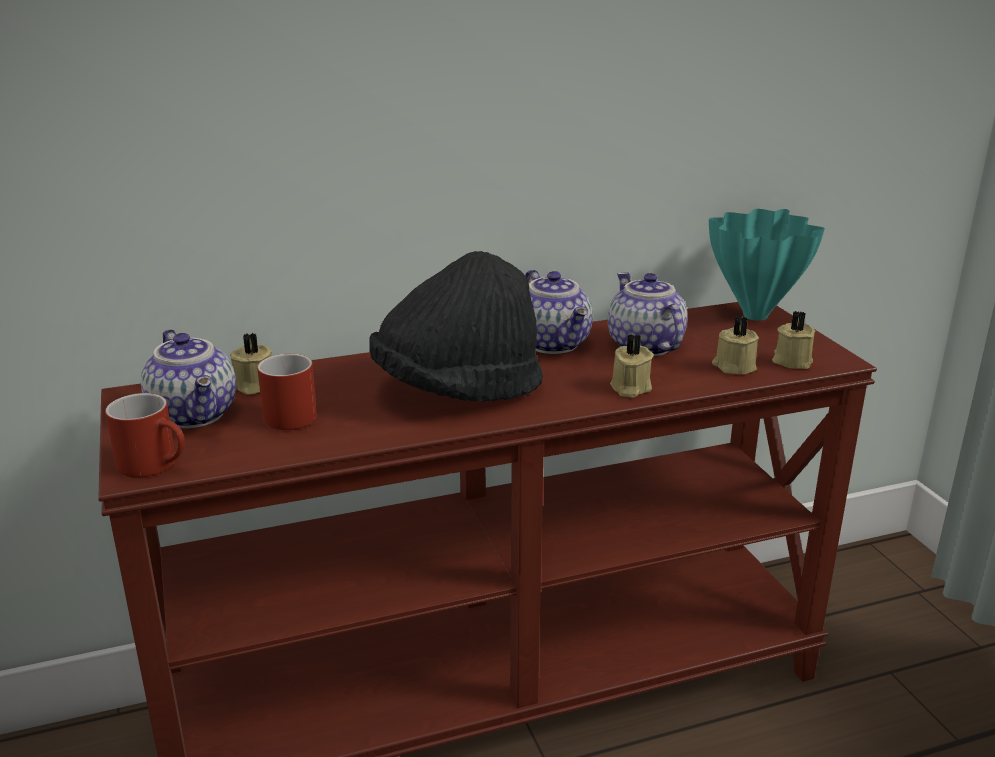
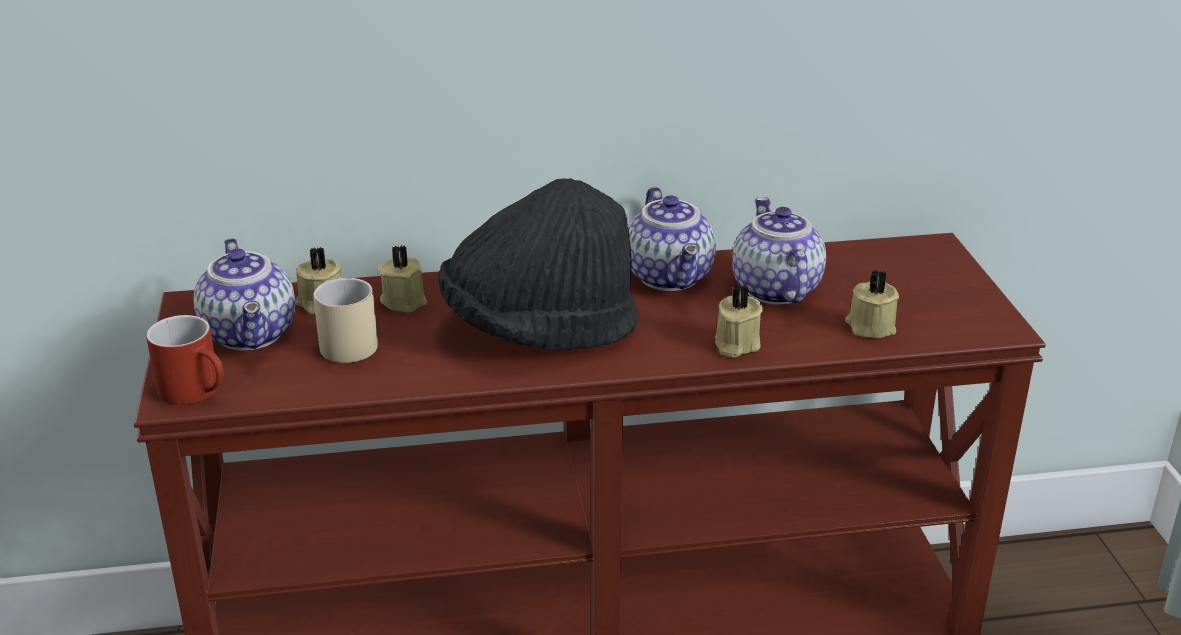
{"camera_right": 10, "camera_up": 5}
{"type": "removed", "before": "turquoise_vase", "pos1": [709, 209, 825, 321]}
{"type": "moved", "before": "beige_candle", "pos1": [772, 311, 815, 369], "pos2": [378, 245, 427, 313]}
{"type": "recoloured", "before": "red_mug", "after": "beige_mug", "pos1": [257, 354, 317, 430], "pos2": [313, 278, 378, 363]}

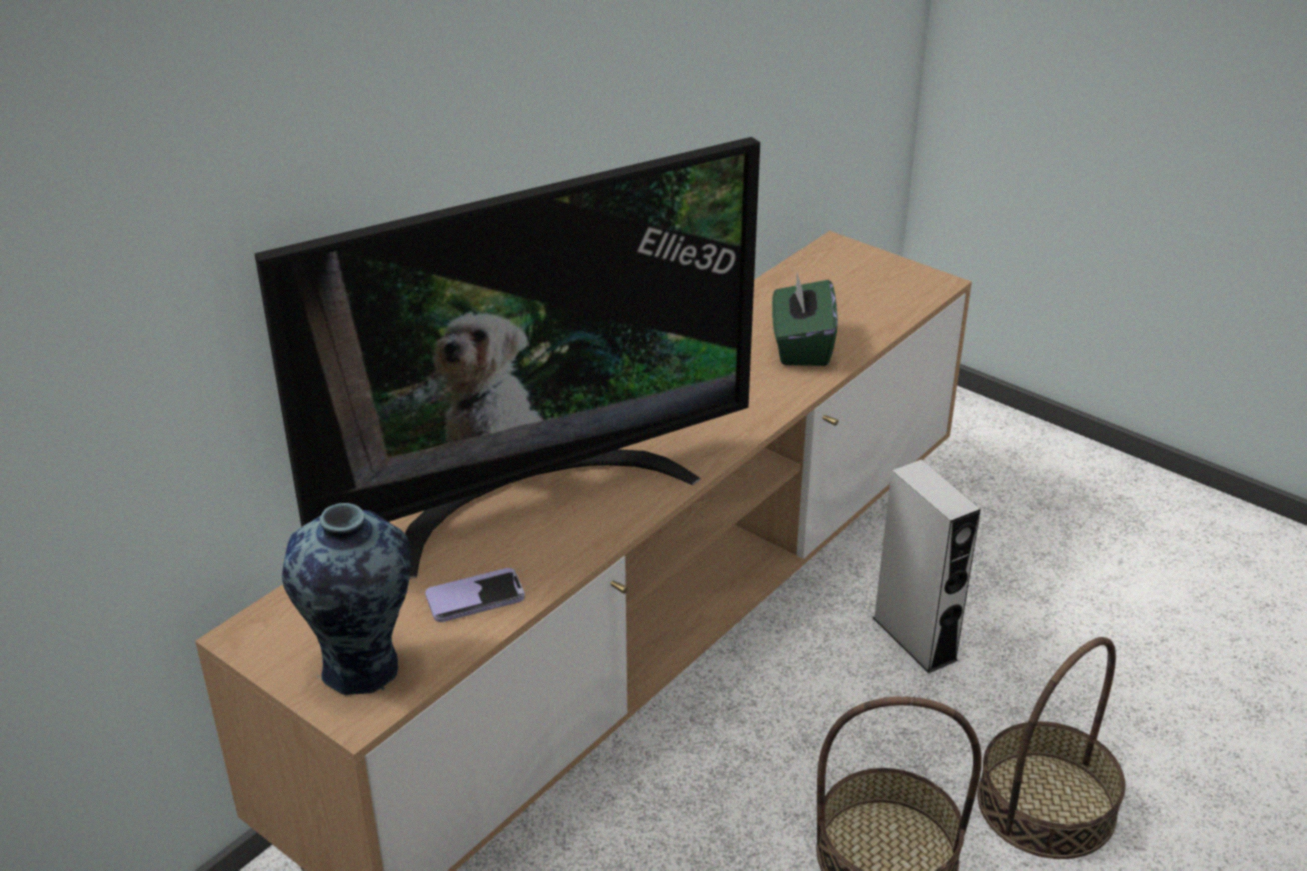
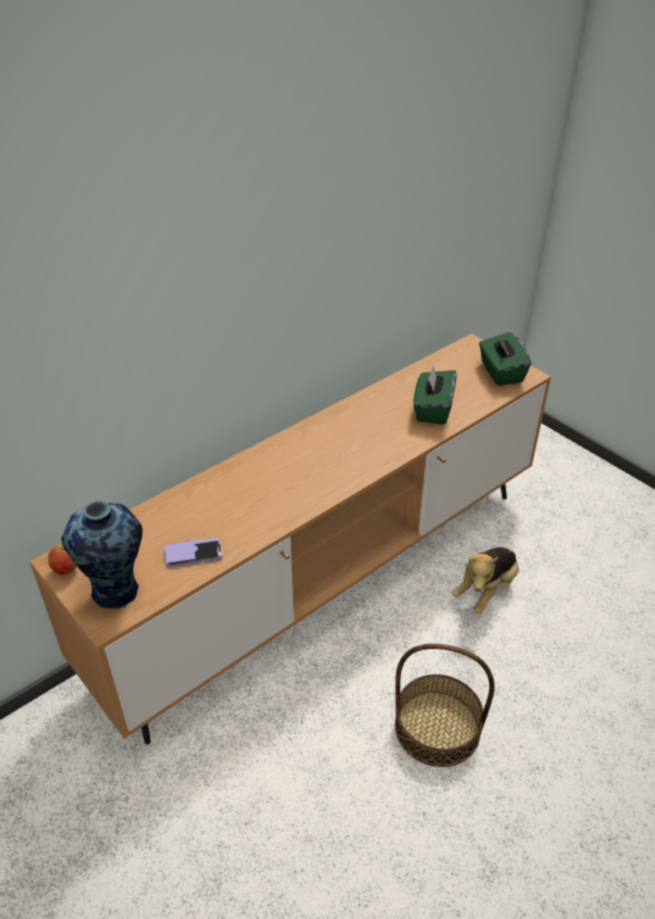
{"camera_right": 10, "camera_up": 5}
{"type": "removed", "before": "television", "pos1": [254, 137, 760, 579]}
{"type": "removed", "before": "basket", "pos1": [977, 637, 1126, 859]}
{"type": "added", "after": "apple", "pos2": [48, 544, 77, 576]}
{"type": "added", "after": "green_tissue_box", "pos2": [479, 331, 531, 386]}
{"type": "replaced", "before": "grey_speaker", "after": "plush_toy", "pos1": [873, 459, 981, 673], "pos2": [452, 547, 519, 614]}

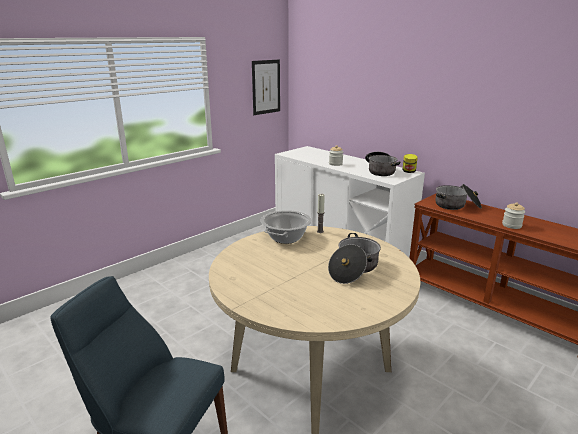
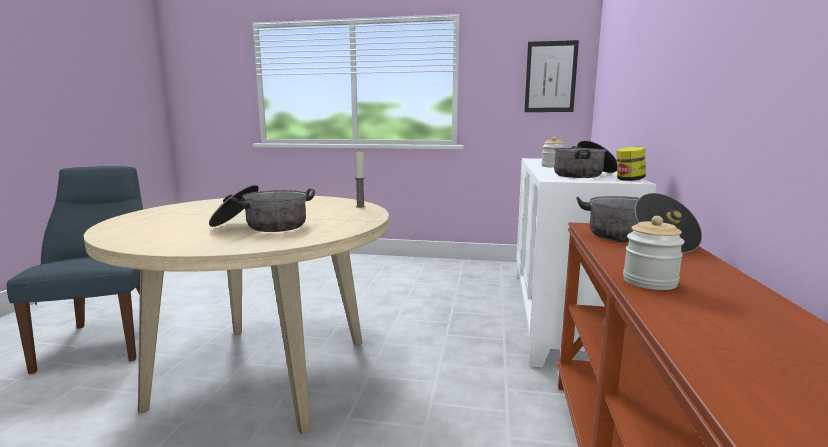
{"camera_right": 55, "camera_up": -10}
{"type": "removed", "before": "cooking_pot", "pos1": [261, 210, 312, 244]}

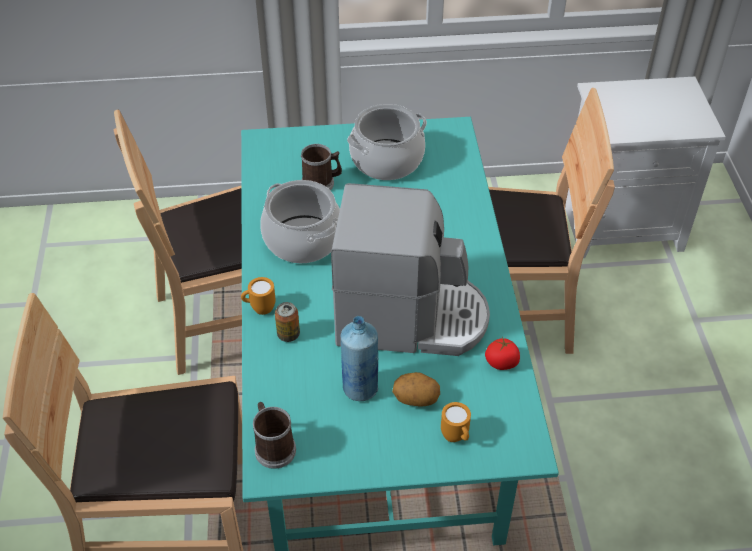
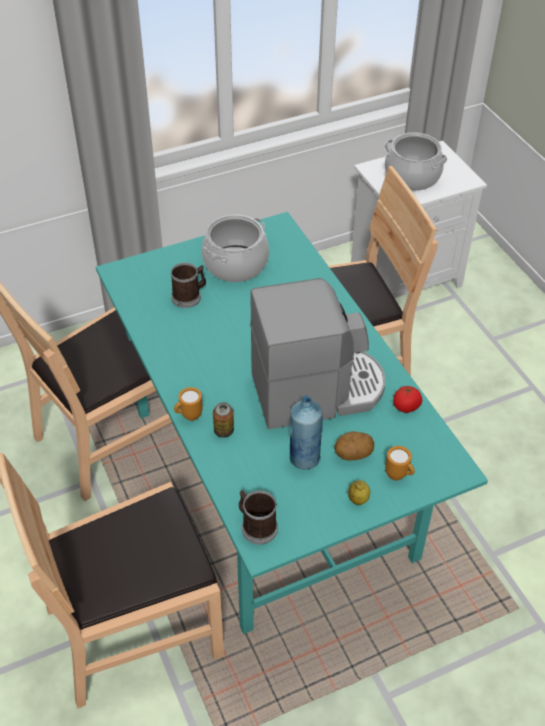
{"camera_right": -20, "camera_up": 0}
{"type": "added", "after": "lemon", "pos2": [348, 480, 370, 505]}
{"type": "moved", "before": "cooking_pot", "pos1": [260, 180, 340, 263], "pos2": [384, 133, 448, 191]}

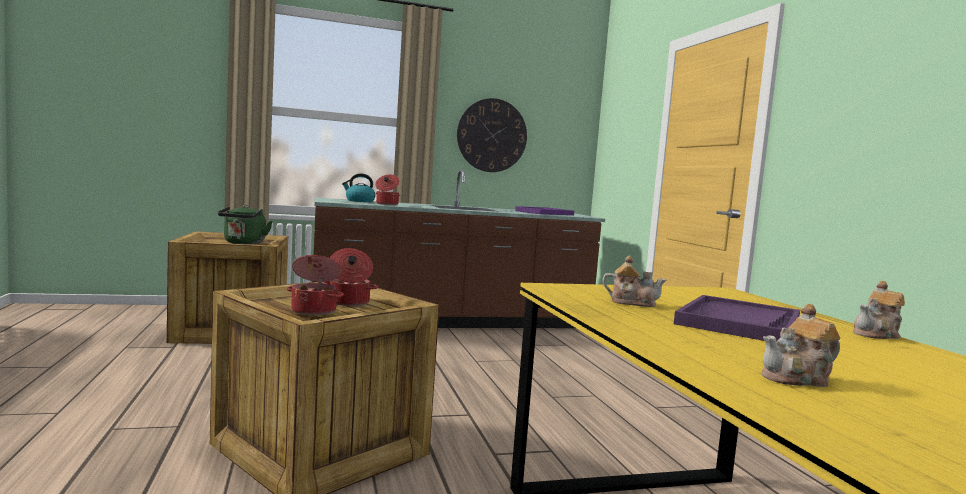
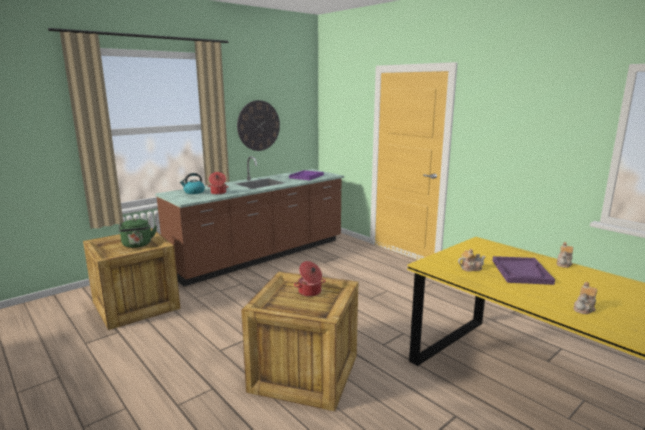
{"camera_right": -25, "camera_up": 10}
{"type": "removed", "before": "cooking_pot", "pos1": [287, 255, 344, 315]}

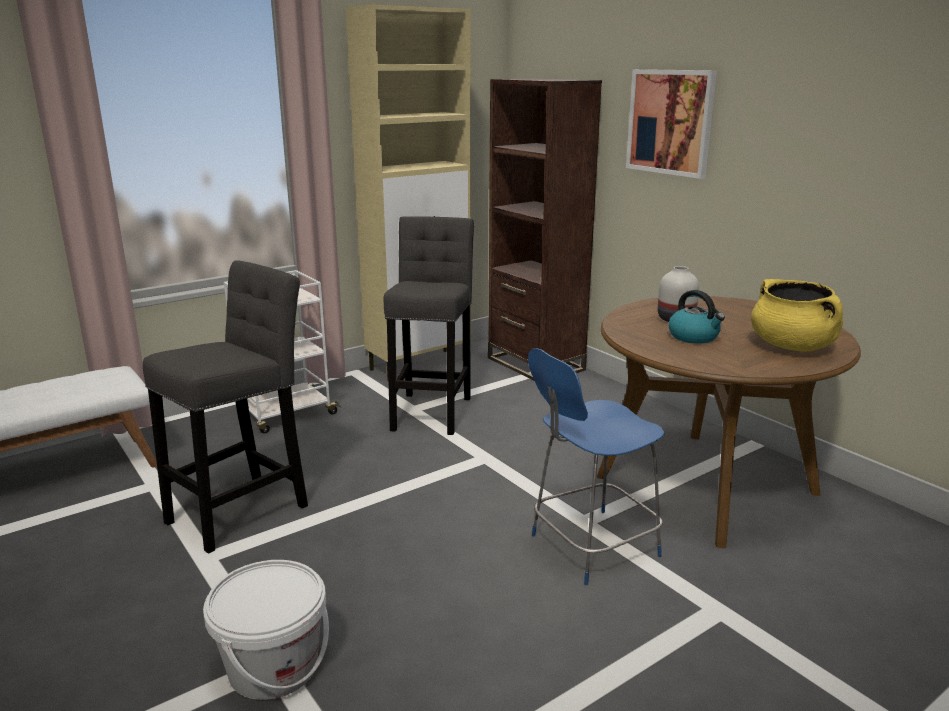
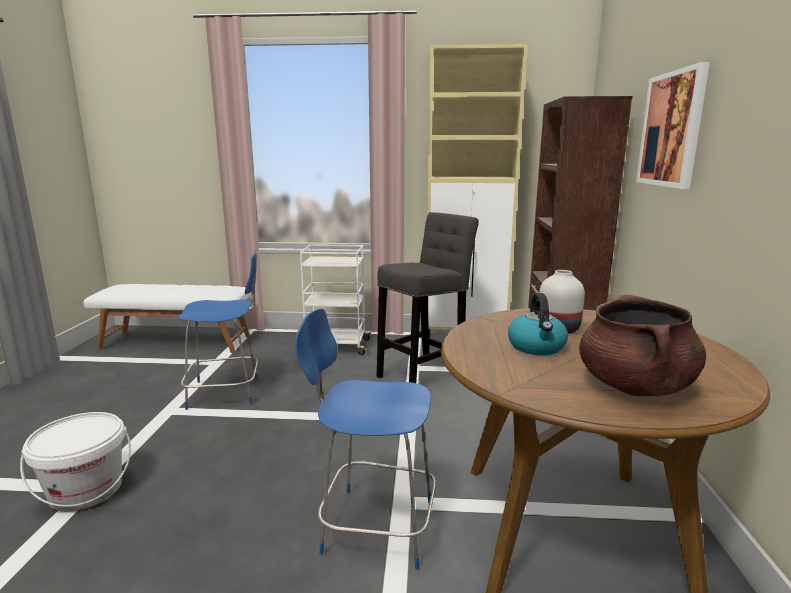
{"camera_right": 40, "camera_up": -5}
{"type": "replaced", "before": "grey_stool", "after": "blue_chair", "pos1": [143, 260, 308, 554], "pos2": [178, 251, 258, 410]}
{"type": "recoloured", "before": "yellow_cooking_pot", "after": "brown_cooking_pot", "pos1": [751, 279, 843, 352], "pos2": [579, 295, 706, 396]}

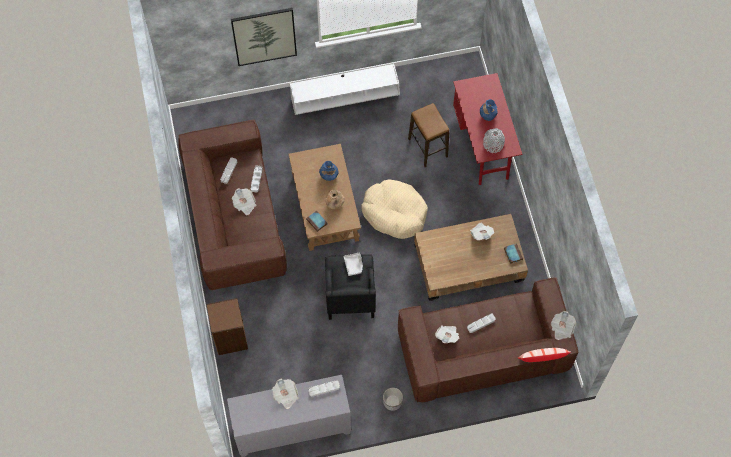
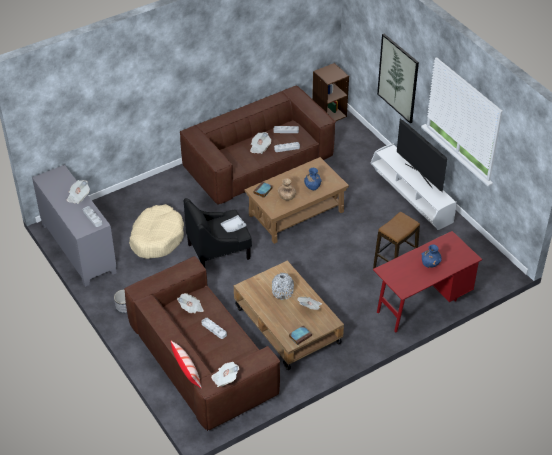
{"camera_right": 70, "camera_up": -20}
{"type": "added", "after": "television", "pos2": [397, 119, 447, 192]}
{"type": "moved", "before": "brown_bookcase", "pos1": [206, 298, 248, 355], "pos2": [312, 63, 349, 121]}
{"type": "moved", "before": "beige_dog_bed", "pos1": [361, 179, 428, 239], "pos2": [129, 204, 184, 259]}
{"type": "moved", "before": "grey_vase", "pos1": [483, 128, 505, 153], "pos2": [272, 273, 294, 300]}

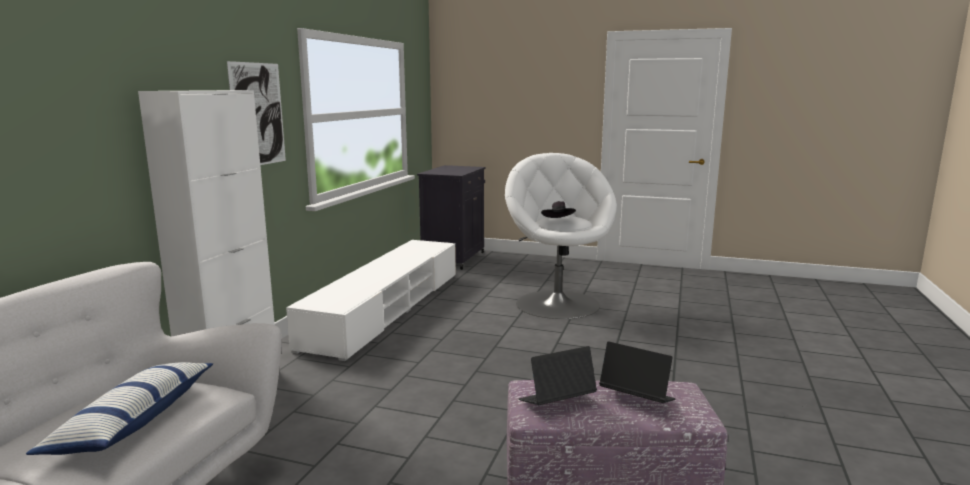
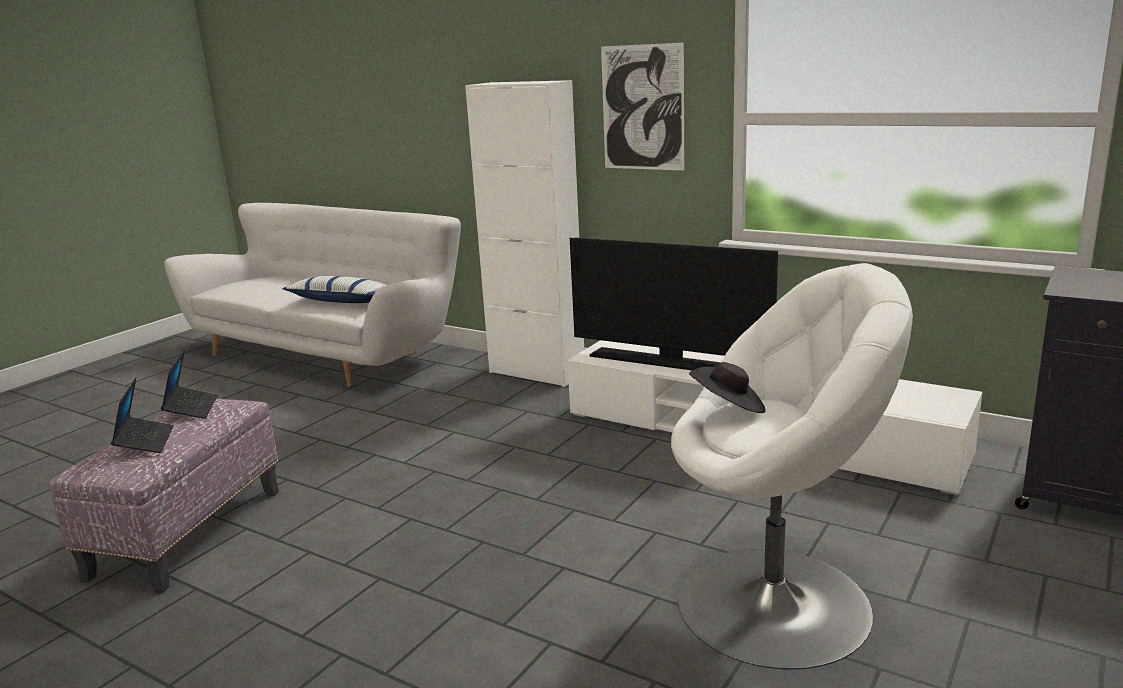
{"camera_right": 105, "camera_up": 5}
{"type": "added", "after": "television", "pos2": [570, 238, 778, 370]}
{"type": "turned", "before": "laptop", "pos1": [599, 341, 676, 403], "pos2": [111, 378, 174, 453], "turn": -60}

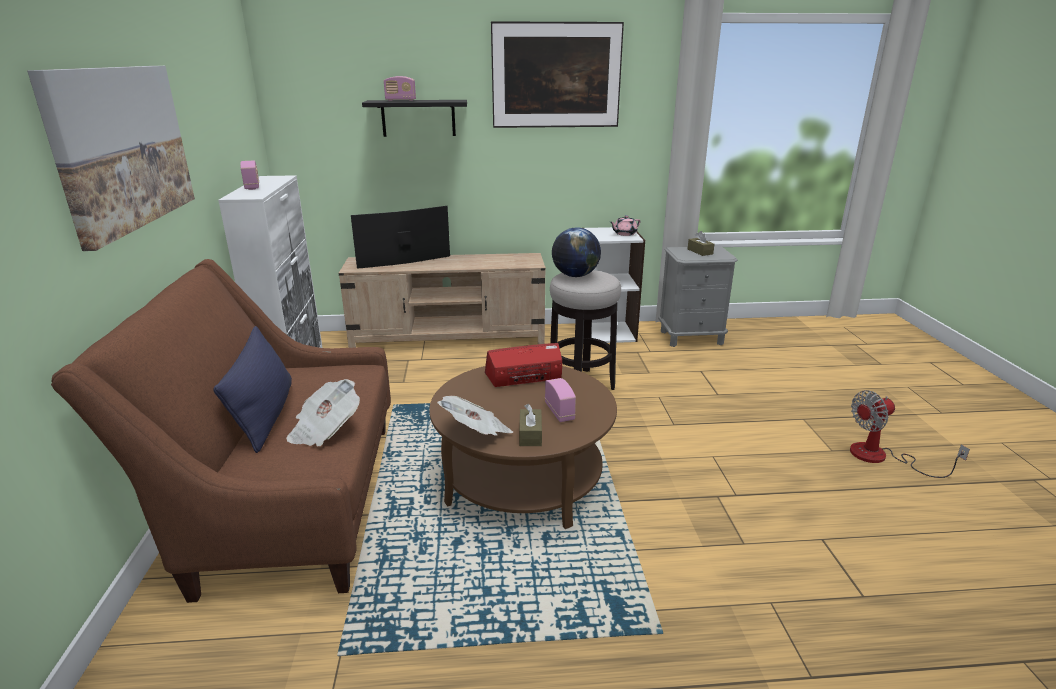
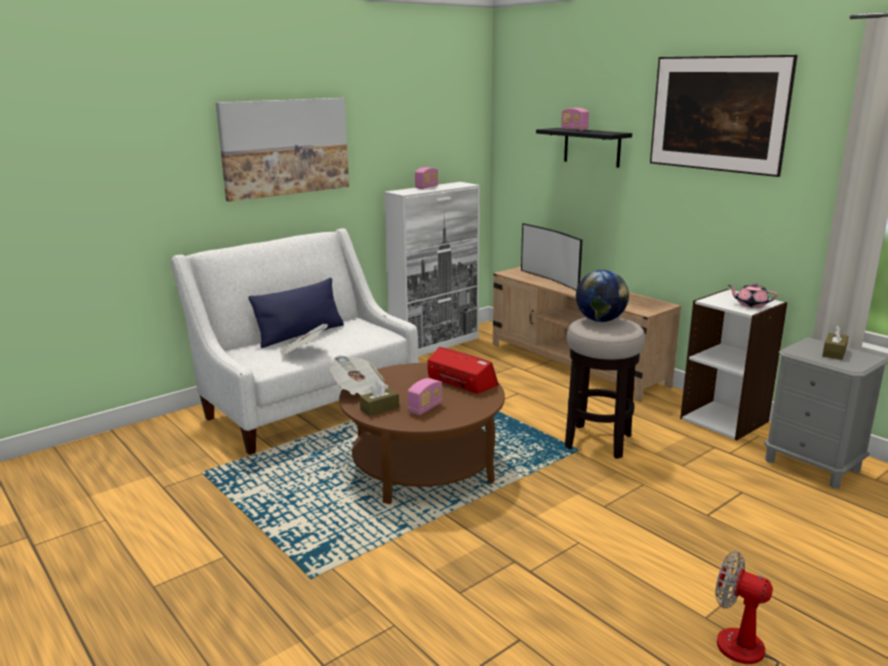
{"camera_right": 55, "camera_up": -5}
{"type": "recoloured", "before": "brown_sofa", "after": "white_sofa", "pos1": [51, 259, 391, 603], "pos2": [171, 228, 419, 455]}
{"type": "turned", "before": "television", "pos1": [351, 206, 450, 269], "pos2": [521, 223, 582, 290], "turn": -150}

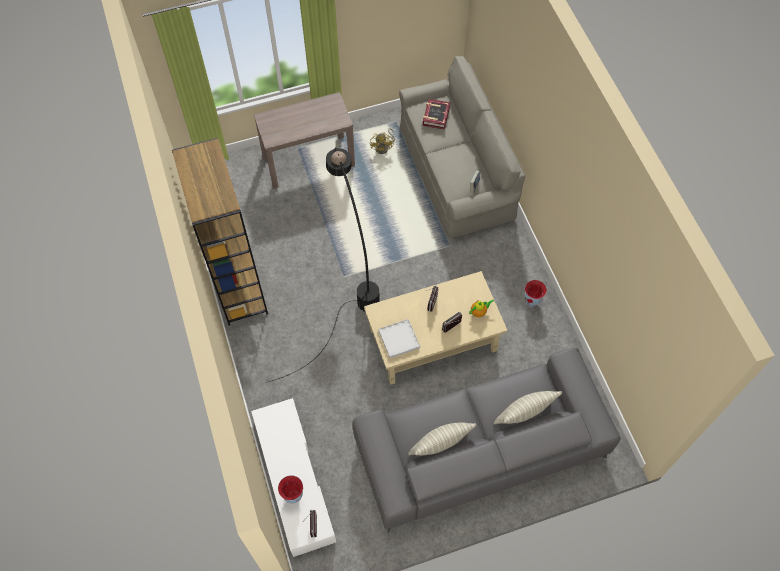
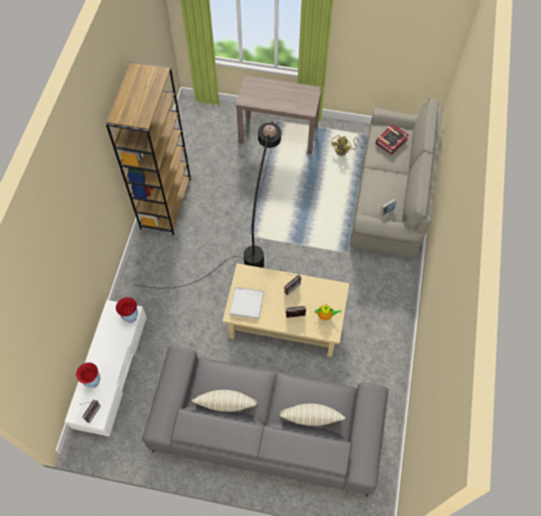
{"camera_right": 30, "camera_up": 0}
{"type": "moved", "before": "vase", "pos1": [525, 280, 547, 307], "pos2": [116, 297, 138, 323]}

